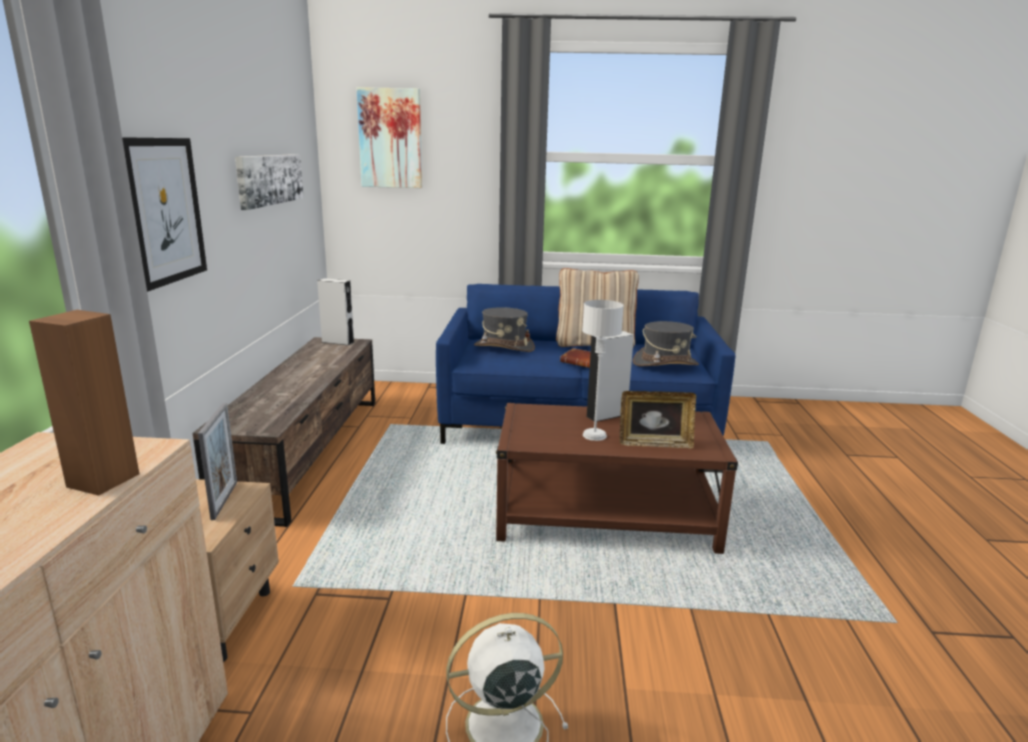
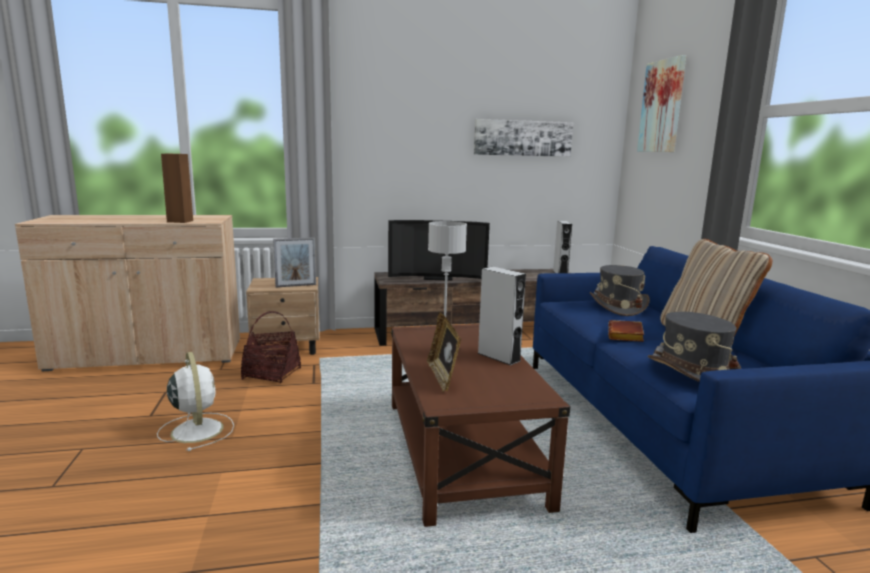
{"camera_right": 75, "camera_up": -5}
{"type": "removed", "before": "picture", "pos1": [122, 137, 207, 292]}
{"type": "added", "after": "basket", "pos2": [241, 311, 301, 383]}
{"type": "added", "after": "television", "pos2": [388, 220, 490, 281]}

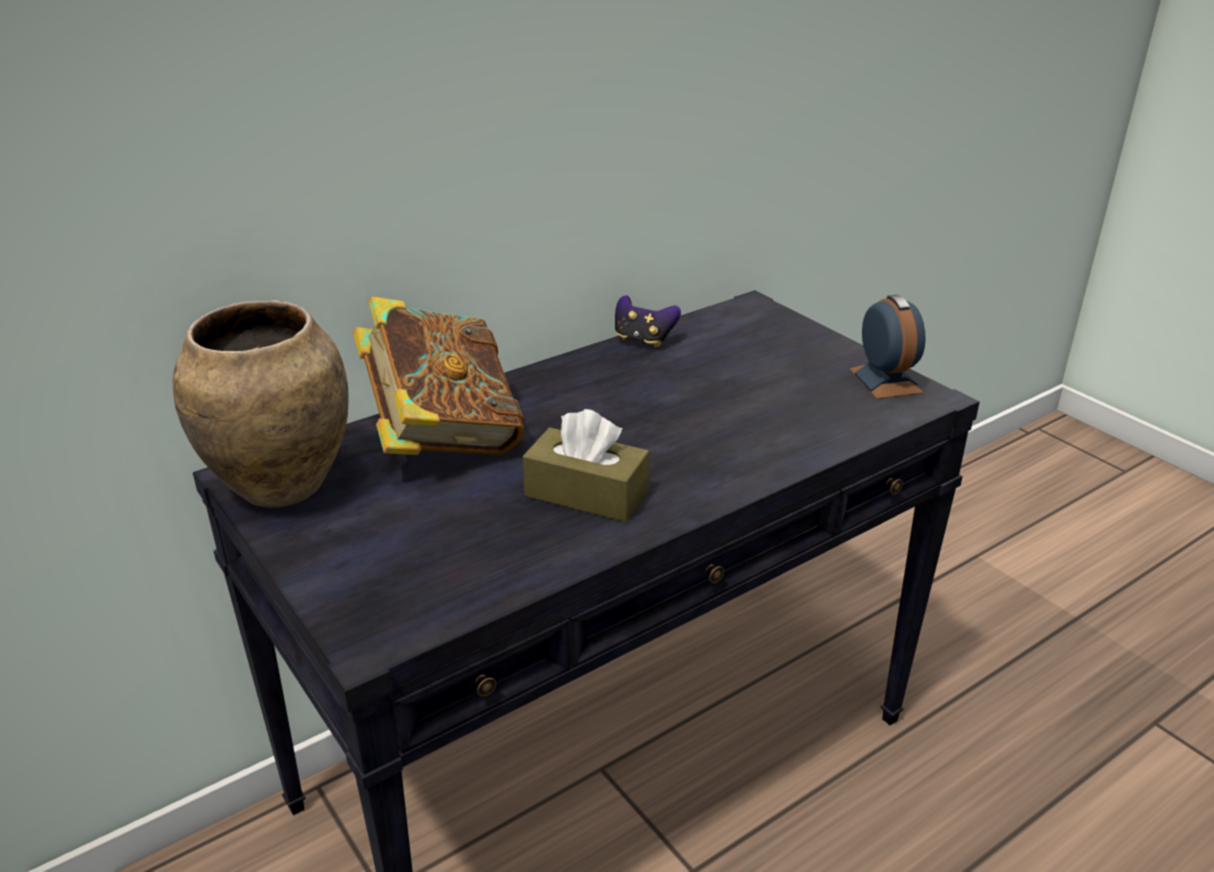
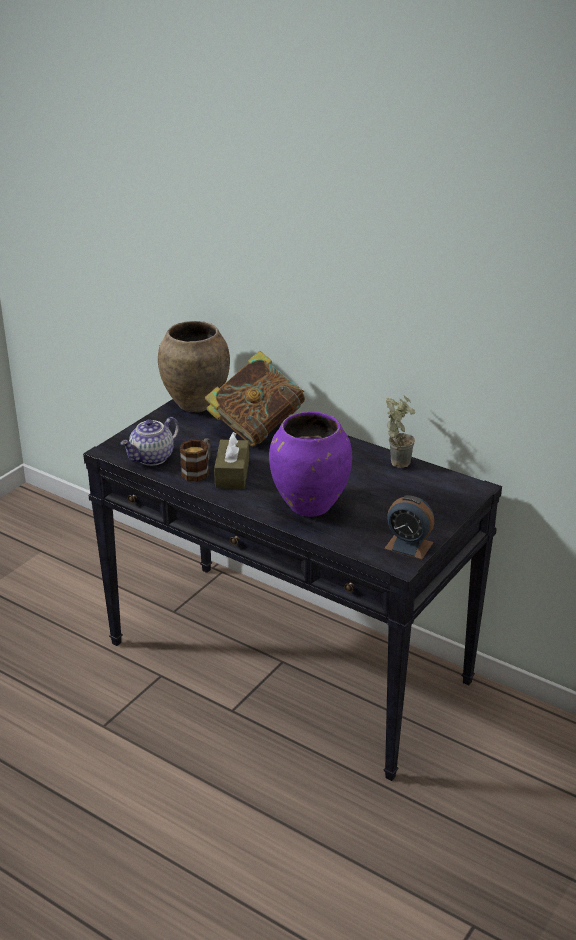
{"camera_right": 70, "camera_up": 0}
{"type": "added", "after": "teapot", "pos2": [120, 417, 180, 466]}
{"type": "added", "after": "mug", "pos2": [179, 438, 211, 481]}
{"type": "added", "after": "purple_vase", "pos2": [269, 411, 352, 517]}
{"type": "replaced", "before": "game_controller", "after": "potted_plant", "pos1": [615, 295, 681, 347], "pos2": [386, 395, 415, 468]}
{"type": "turned", "before": "alarm_clock", "pos1": [849, 295, 926, 399], "pos2": [384, 495, 434, 559], "turn": 60}

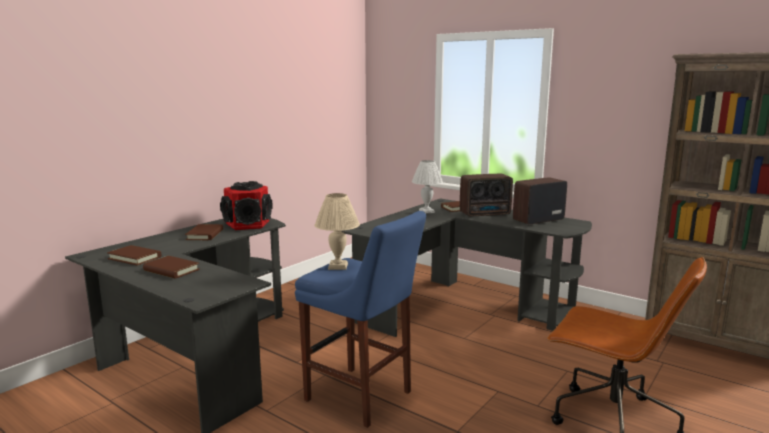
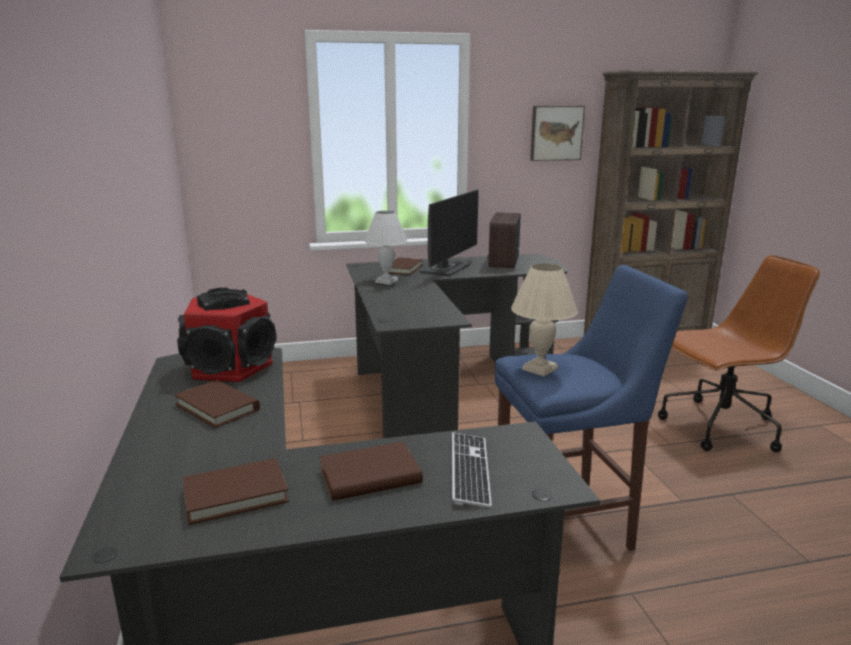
{"camera_right": -50, "camera_up": 5}
{"type": "added", "after": "keyboard", "pos2": [452, 432, 492, 508]}
{"type": "added", "after": "picture", "pos2": [530, 106, 585, 161]}
{"type": "replaced", "before": "radio", "after": "monitor", "pos1": [460, 174, 513, 217], "pos2": [419, 190, 479, 276]}

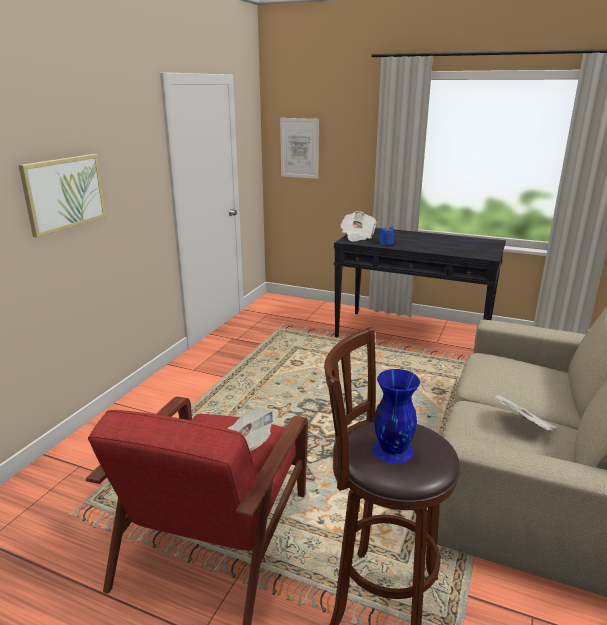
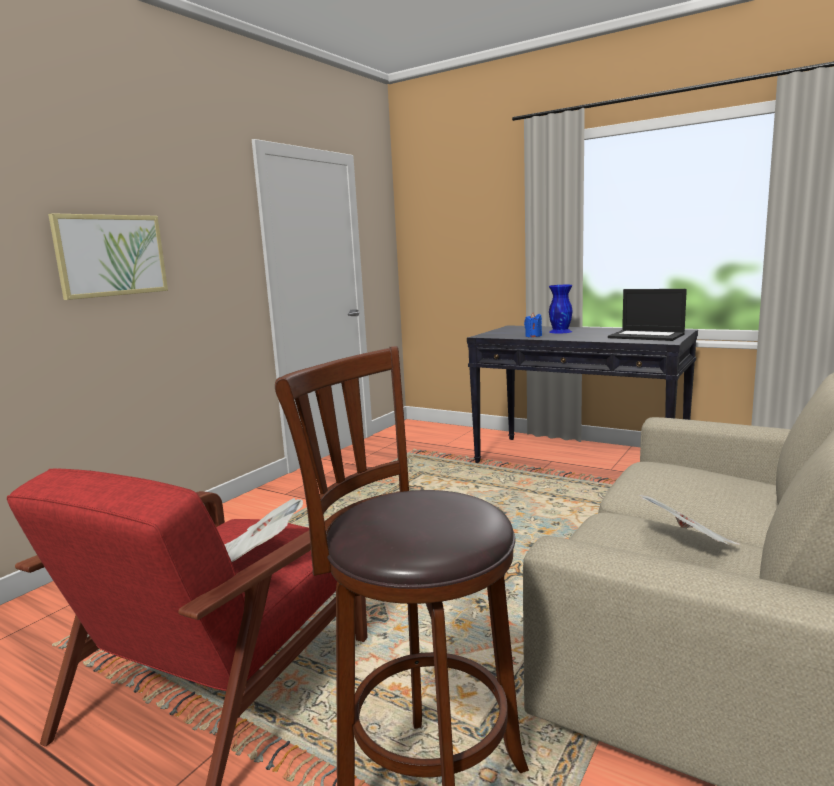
{"camera_right": 10, "camera_up": -10}
{"type": "removed", "before": "picture", "pos1": [280, 118, 319, 179]}
{"type": "removed", "before": "newspaper", "pos1": [340, 211, 377, 241]}
{"type": "added", "after": "laptop", "pos2": [608, 289, 687, 341]}
{"type": "moved", "before": "blue_vase", "pos1": [372, 369, 420, 464], "pos2": [549, 285, 573, 333]}

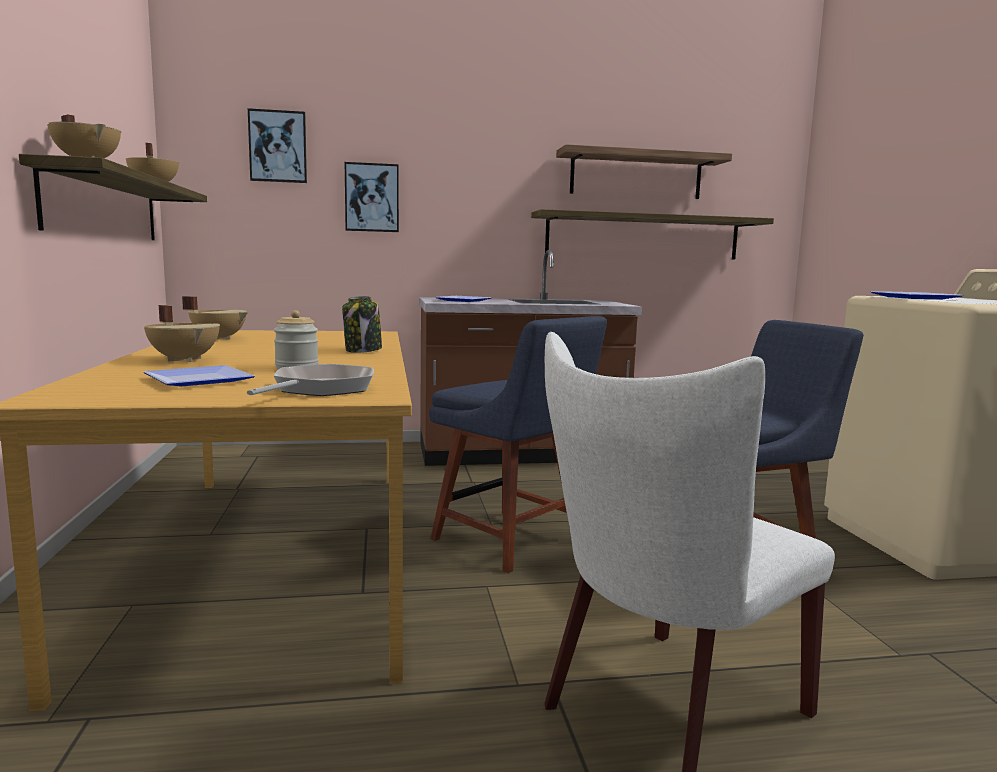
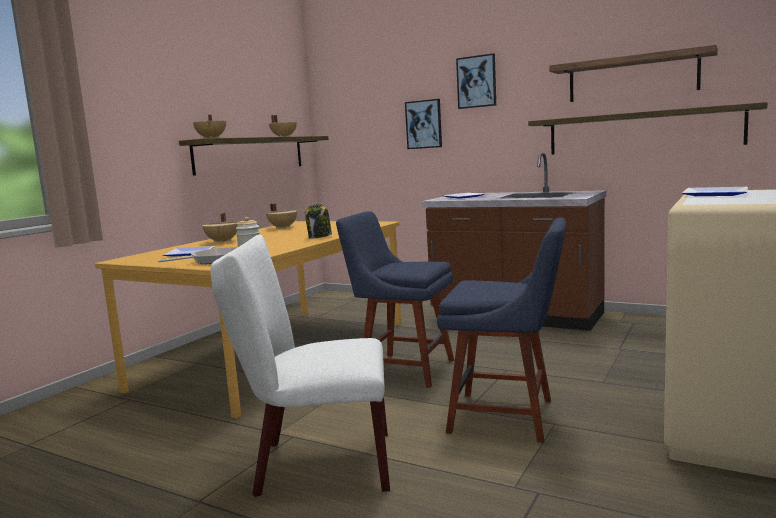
{"camera_right": 40, "camera_up": 0}
{"type": "moved", "before": "picture", "pos1": [248, 108, 307, 183], "pos2": [456, 53, 496, 109]}
{"type": "turned", "before": "blue_chair", "pos1": [429, 316, 607, 573], "pos2": [336, 211, 454, 388], "turn": 120}

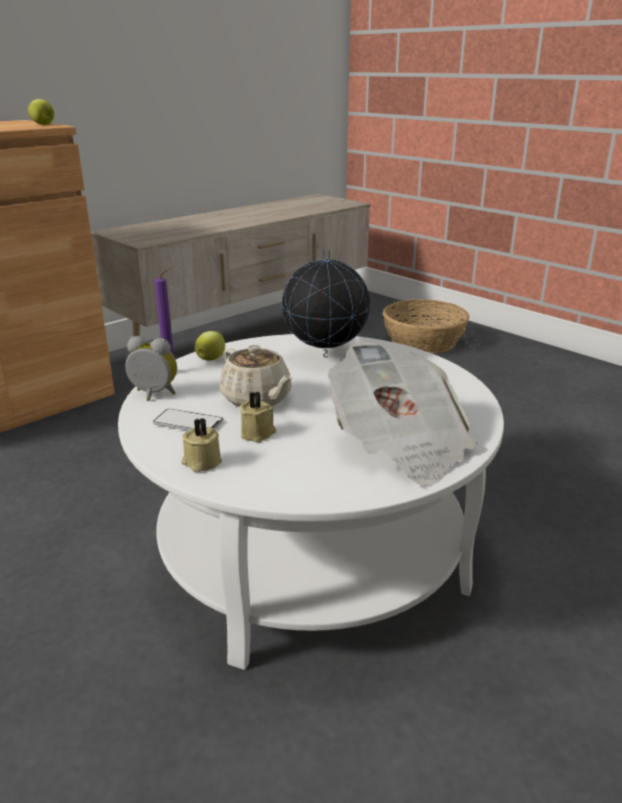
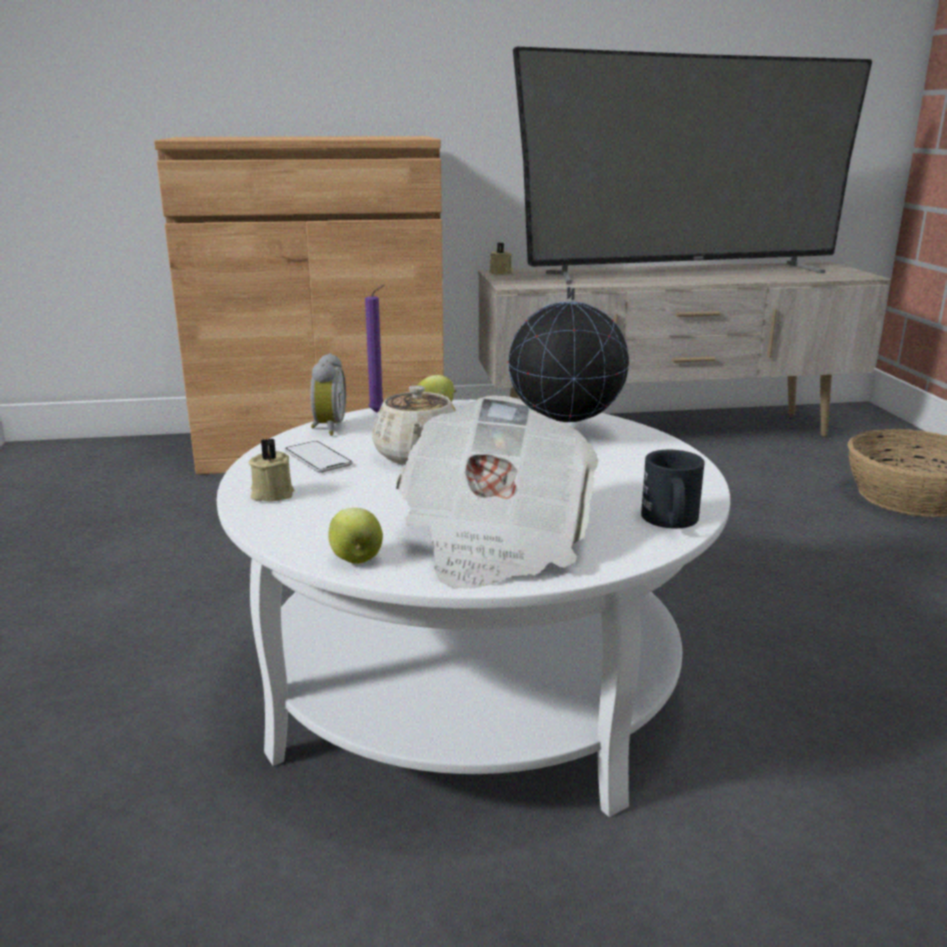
{"camera_right": 35, "camera_up": -5}
{"type": "added", "after": "television", "pos2": [513, 47, 872, 284]}
{"type": "added", "after": "black_mug", "pos2": [641, 450, 705, 528]}
{"type": "moved", "before": "apple", "pos1": [28, 99, 54, 125], "pos2": [328, 508, 383, 564]}
{"type": "moved", "before": "beige_candle", "pos1": [239, 391, 276, 442], "pos2": [489, 243, 513, 275]}
{"type": "turned", "before": "alarm_clock", "pos1": [125, 336, 177, 401], "pos2": [310, 353, 346, 436], "turn": 45}

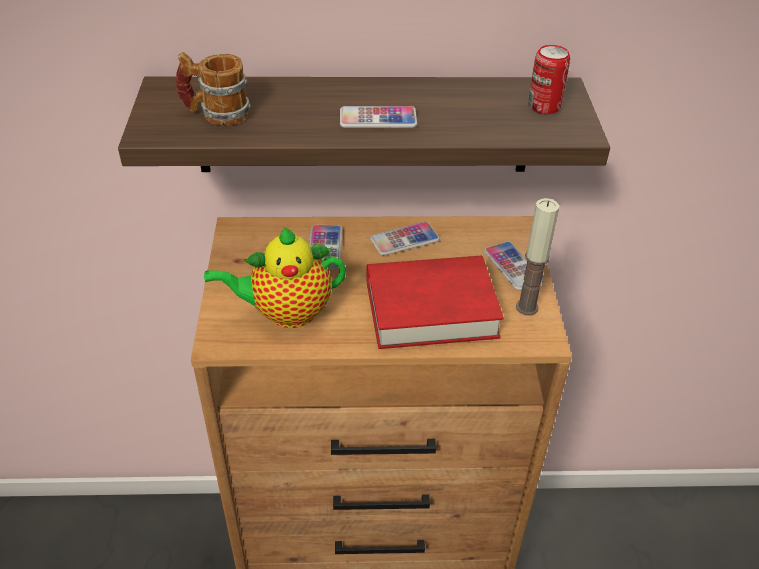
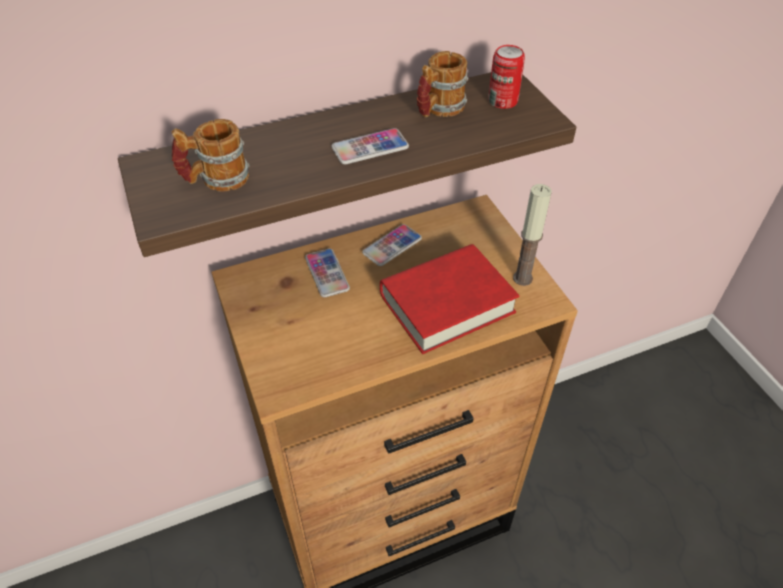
{"camera_right": -20, "camera_up": 5}
{"type": "removed", "before": "teapot", "pos1": [204, 226, 346, 328]}
{"type": "removed", "before": "phone", "pos1": [484, 241, 544, 291]}
{"type": "added", "after": "mug", "pos2": [417, 51, 469, 118]}

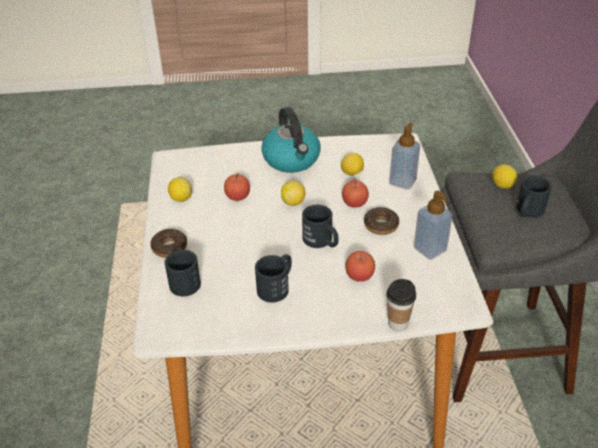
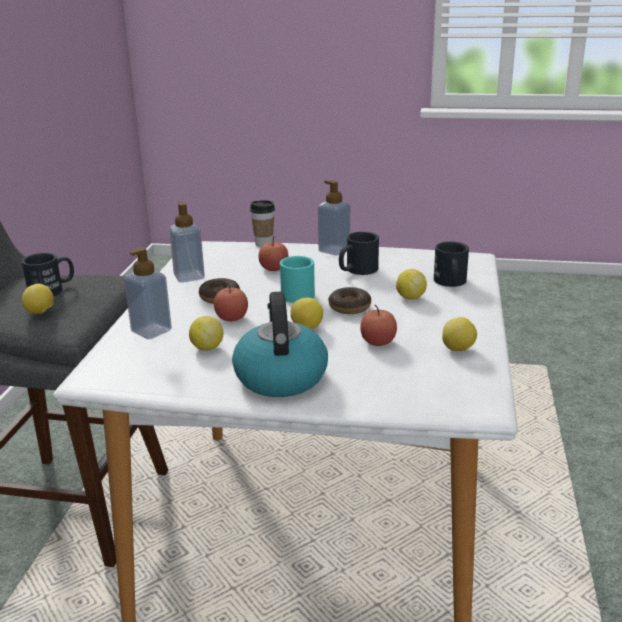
{"camera_right": -165, "camera_up": -15}
{"type": "added", "after": "soap_dispenser", "pos2": [318, 180, 350, 256]}
{"type": "added", "after": "lemon", "pos2": [396, 269, 427, 300]}
{"type": "moved", "before": "donut", "pos1": [150, 229, 187, 258], "pos2": [328, 287, 371, 314]}
{"type": "recoloured", "before": "black_mug", "after": "turquoise_mug", "pos1": [302, 205, 339, 248], "pos2": [280, 256, 315, 303]}

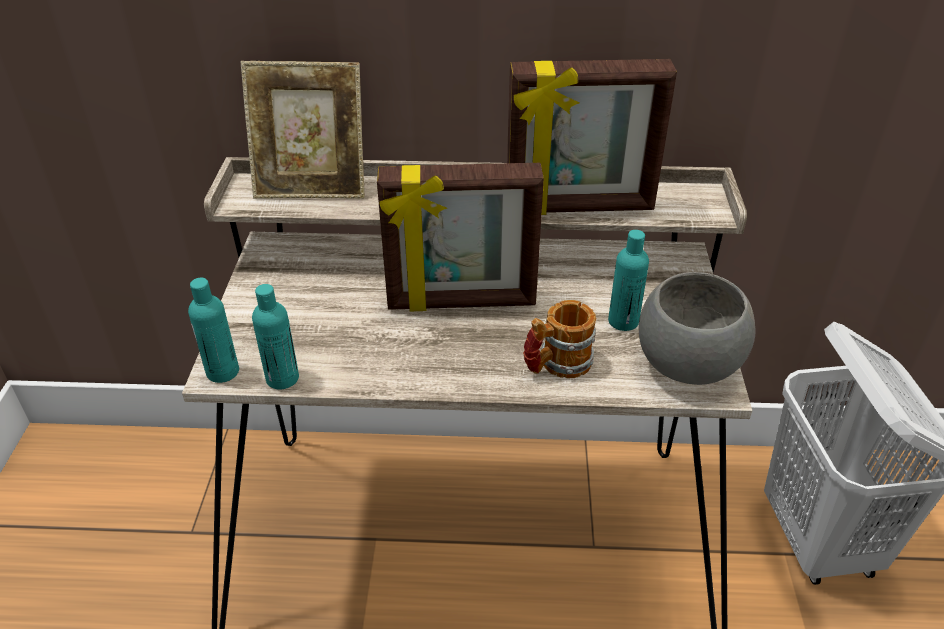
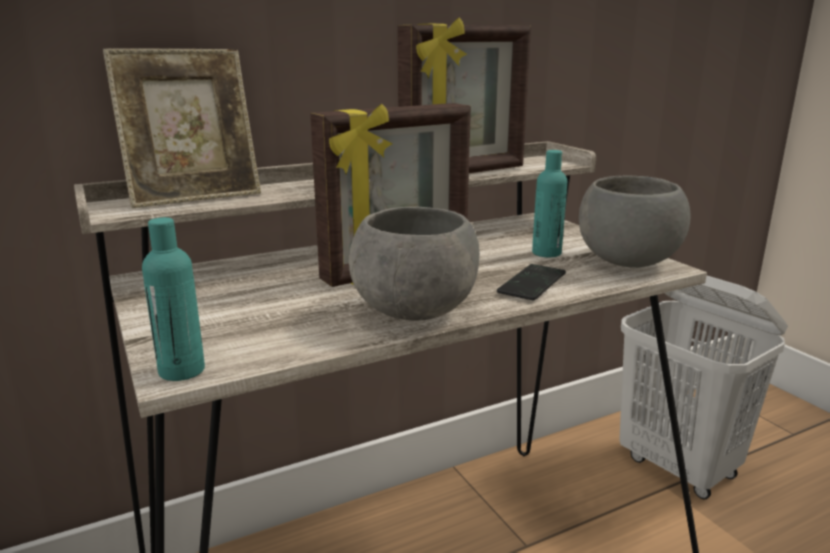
{"camera_right": -30, "camera_up": -20}
{"type": "removed", "before": "turquoise_bottle", "pos1": [252, 284, 299, 390]}
{"type": "added", "after": "grey_bowl", "pos2": [349, 207, 480, 321]}
{"type": "replaced", "before": "mug", "after": "phone", "pos1": [523, 300, 596, 379], "pos2": [497, 264, 566, 301]}

